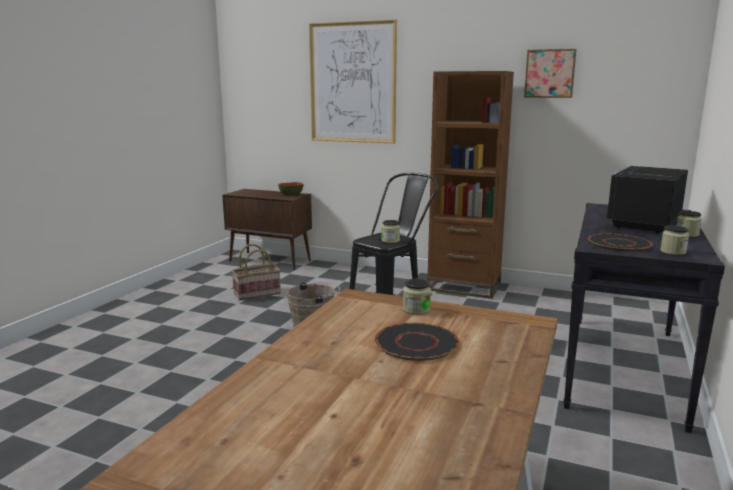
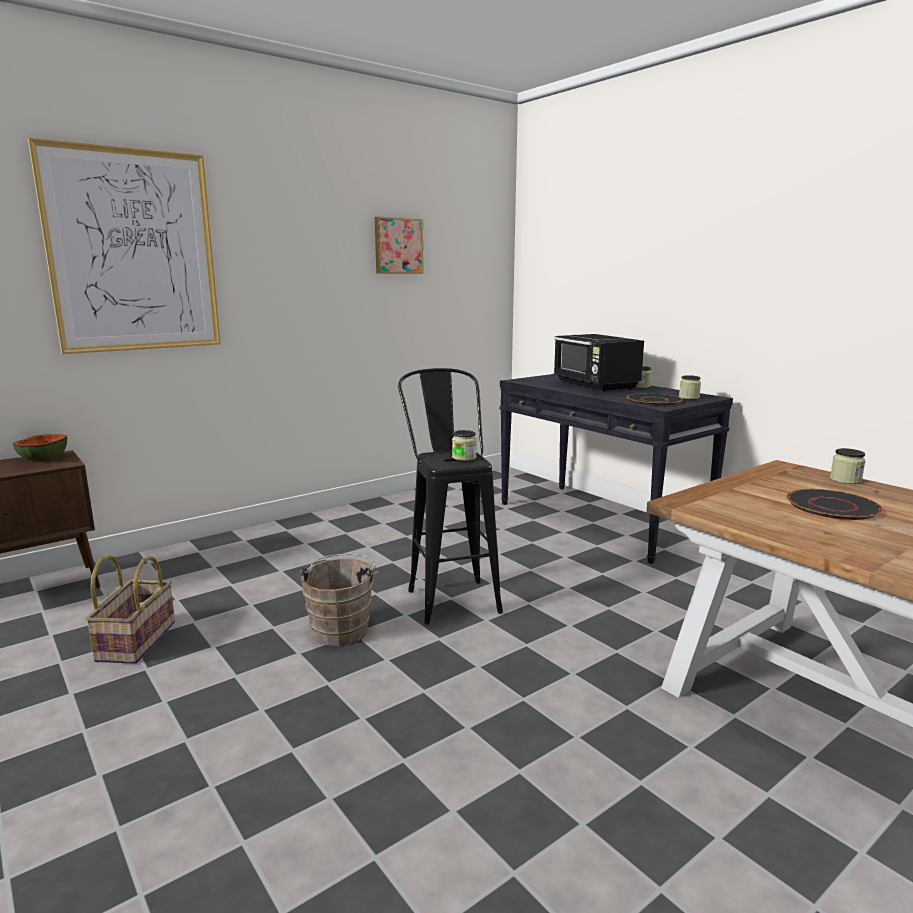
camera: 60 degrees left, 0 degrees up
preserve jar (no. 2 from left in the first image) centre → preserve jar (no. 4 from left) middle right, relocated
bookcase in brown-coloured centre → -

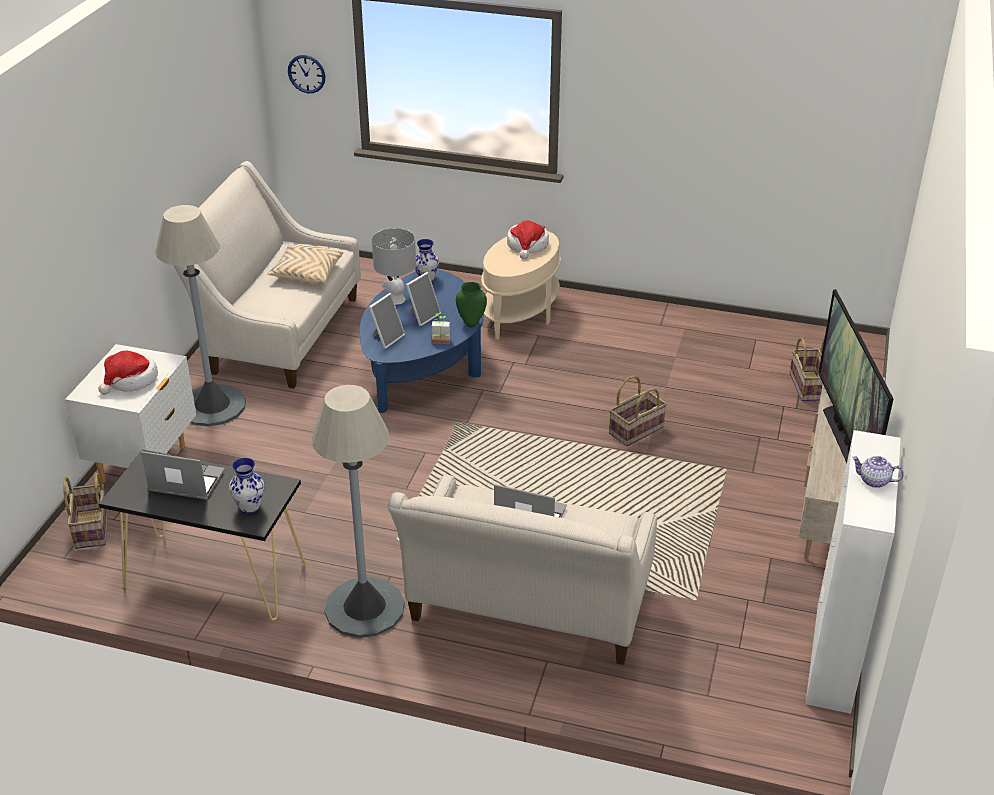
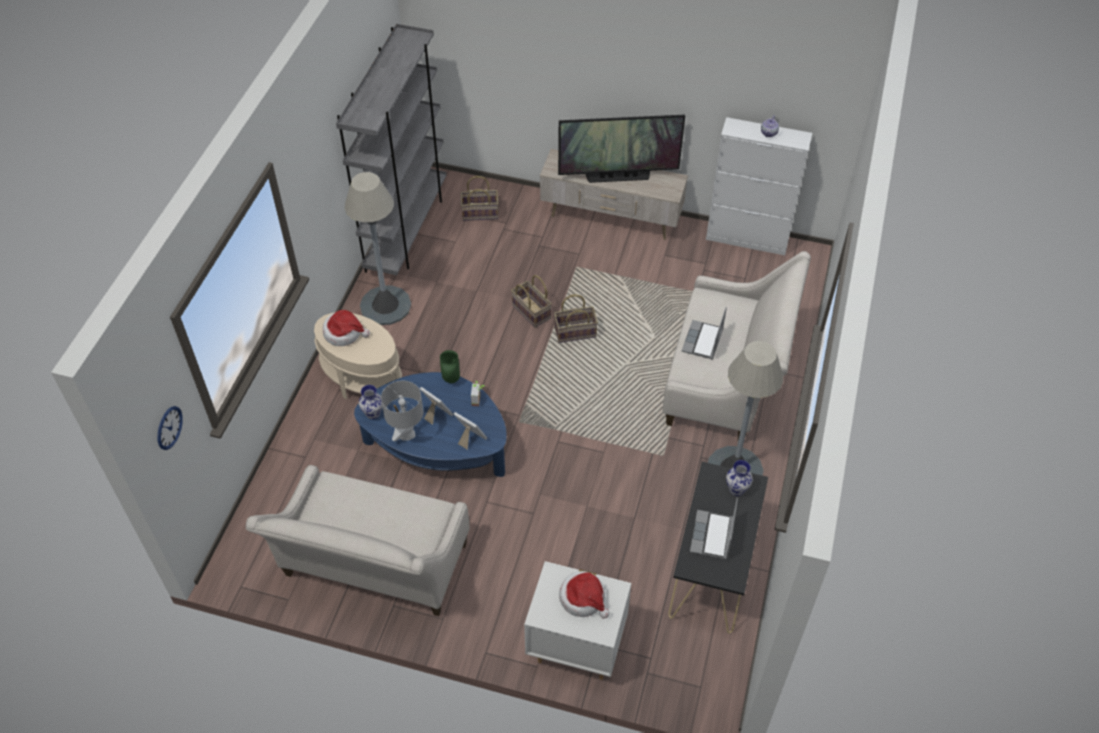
camera: 90 degrees left, 15 degrees up
- → bookcase in greyish top centre
floor lamp in greyish (no. 1 from left) middle left → floor lamp in greyish (no. 1 from left) centre, relocated
household basket (no. 1 from left in the first image) middle left → household basket (no. 3 from left) centre, relocated
throw pillow in beige top left → -

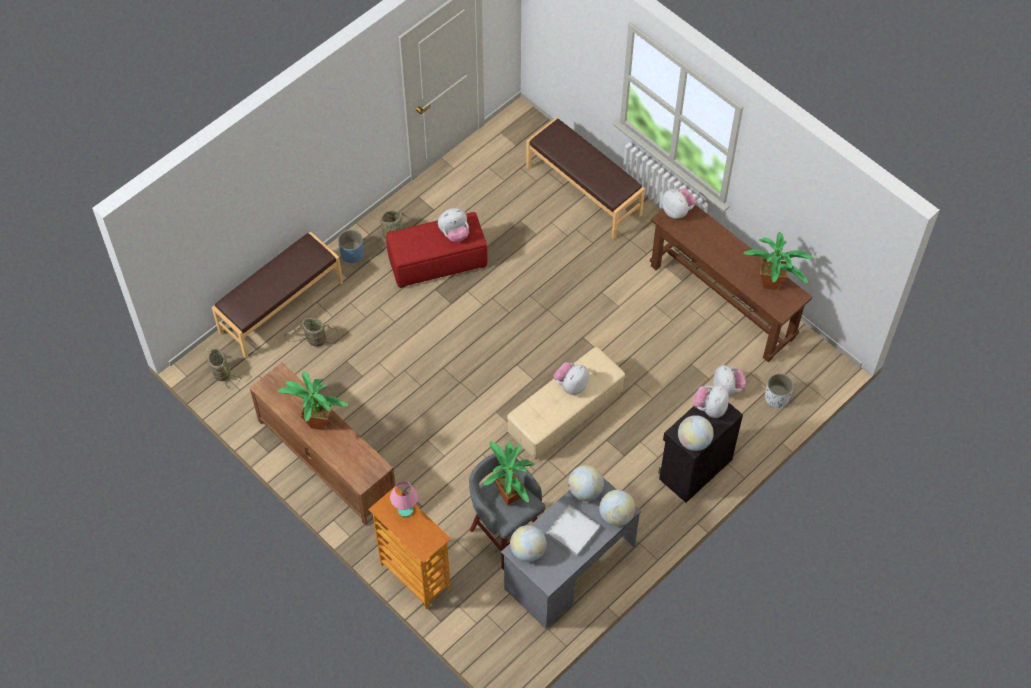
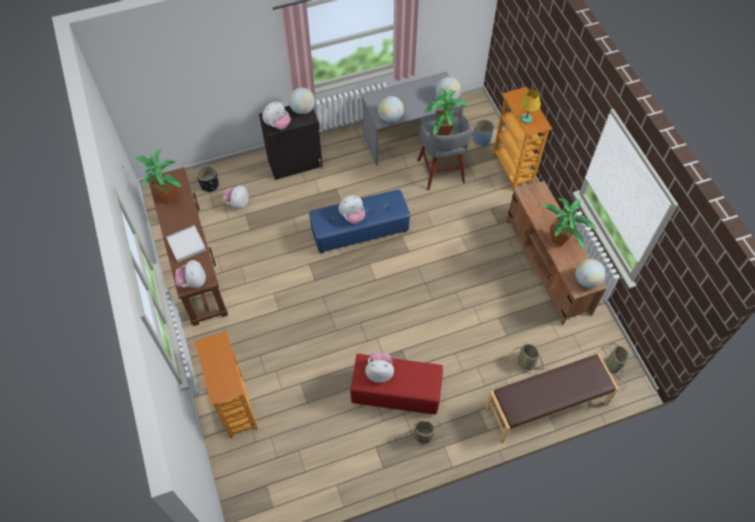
camera: 155 degrees left, 0 degrees up
serving tray in white bottom centre → serving tray in white middle left, relocated
bench in brown-coloured (no. 2 from left) top centre → bookcase (no. 1 from left) bottom left
planter in white middle right → planter in black middle left
ottoman in beige centre → ottoman in blue centre
planter in blue centre → planter in blue top centre, relocated
tabletop lamp in pink-coloured bottom centre → tabletop lamp in yellow-coloured top right
desk globe (no. 3 from left in the first image) bottom centre → desk globe (no. 4 from left) middle right, relocated

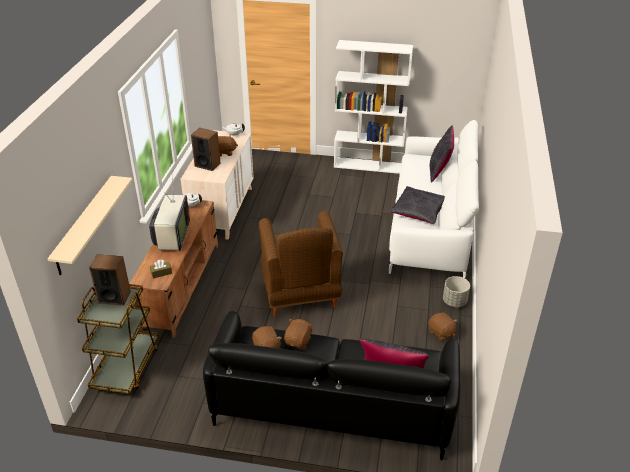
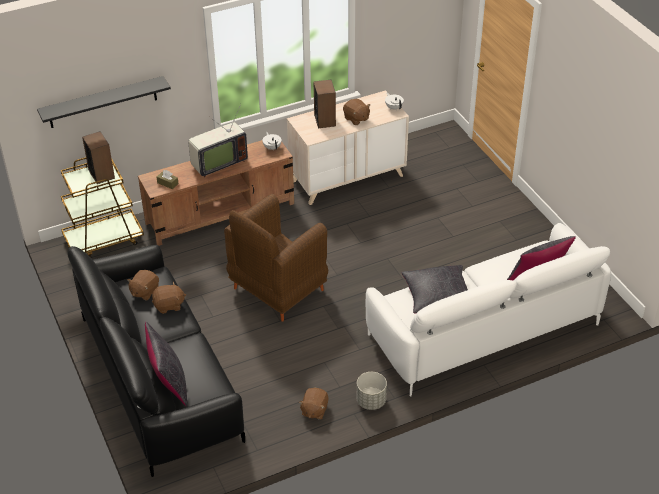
camera: 55 degrees right, 5 degrees up
bracket shelf in beige middle left → bracket shelf in black top left
bookcase in white top centre → -

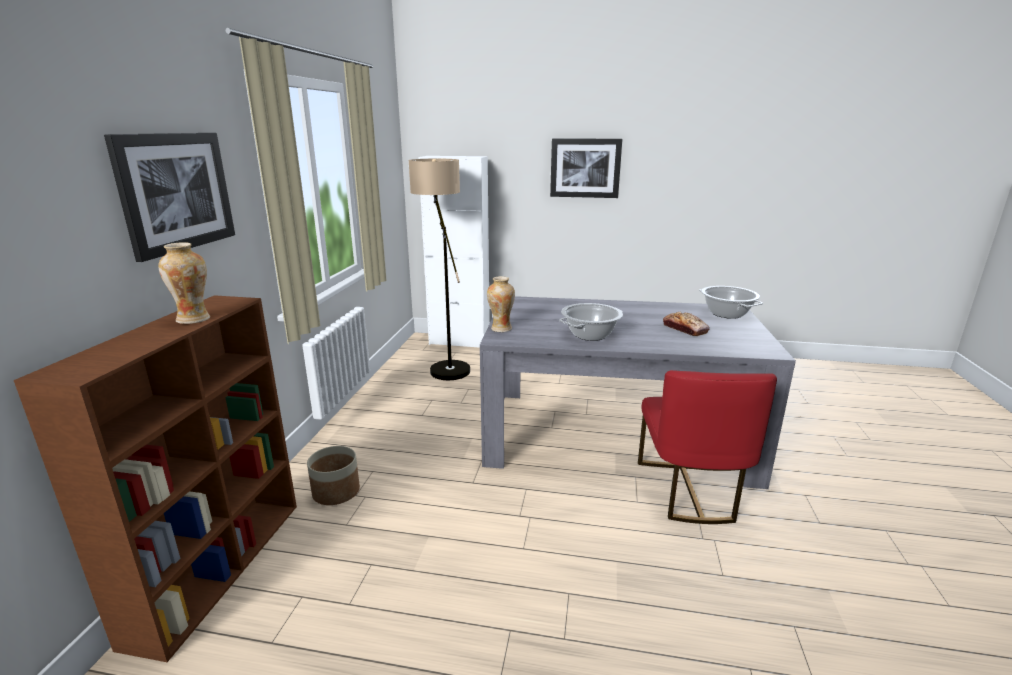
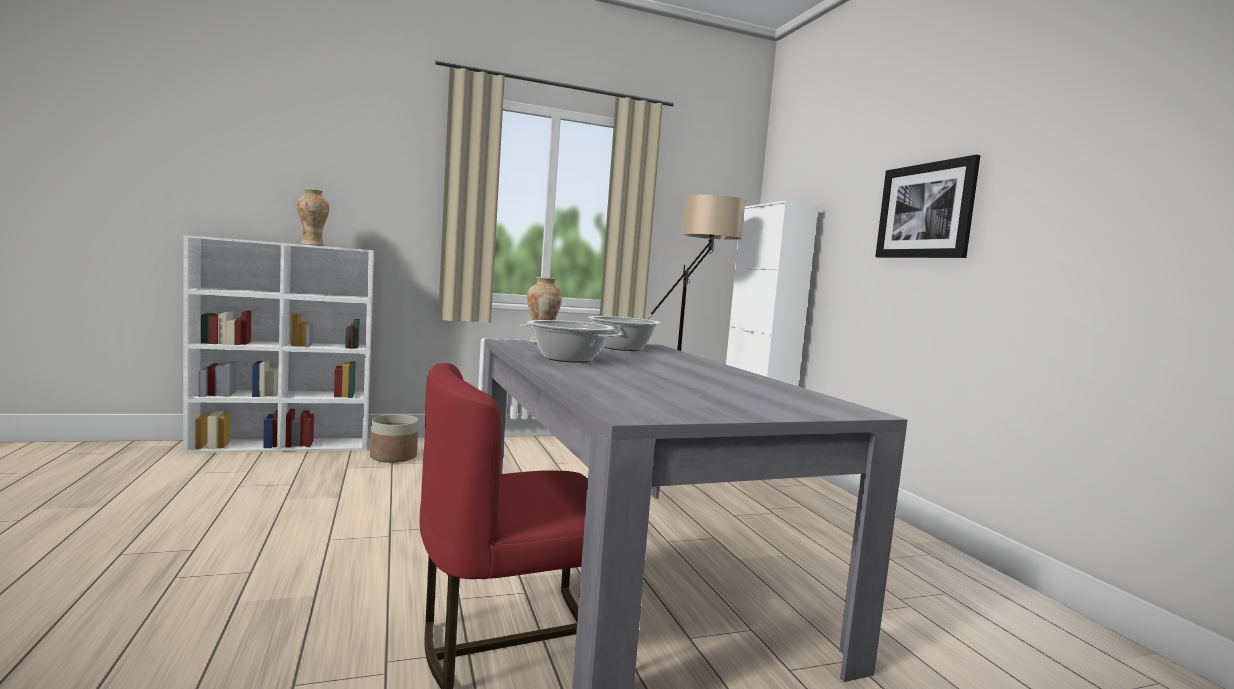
camera: 60 degrees right, 15 degrees down
bookcase in brown-coloured bottom left → bookcase in white middle left
stockpot (no. 2 from left) middle right → stockpot (no. 2 from left) centre, relocated
picture (no. 1 from left) top left → -
baked bread middle right → -

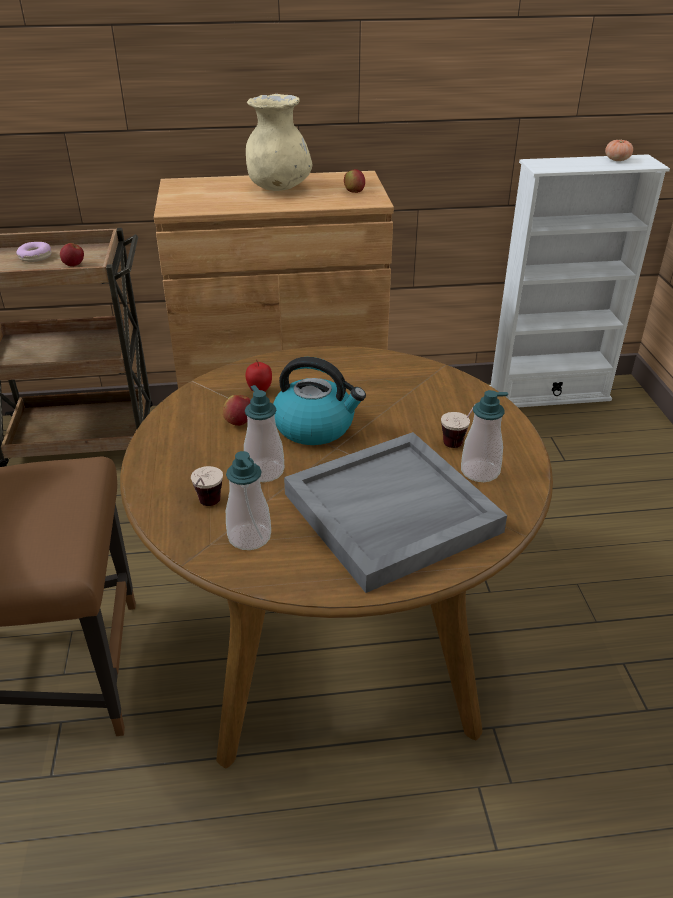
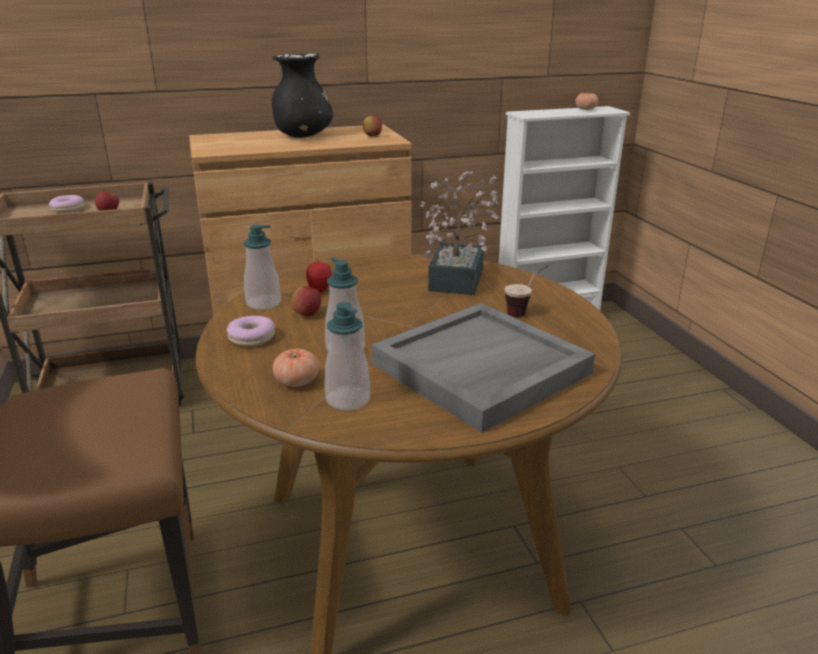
camera: 10 degrees left, 10 degrees down
- → doughnut (no. 2 from left) middle left
liquid soap bottle (no. 3 from left in the first image) middle right → liquid soap bottle (no. 1 from left) middle left, relocated
decorative vase in beige top centre → decorative vase in black top centre
cup (no. 1 from left) middle left → fresh tomato (no. 1 from left) centre
- → potted plant centre
tea kettle centre → -

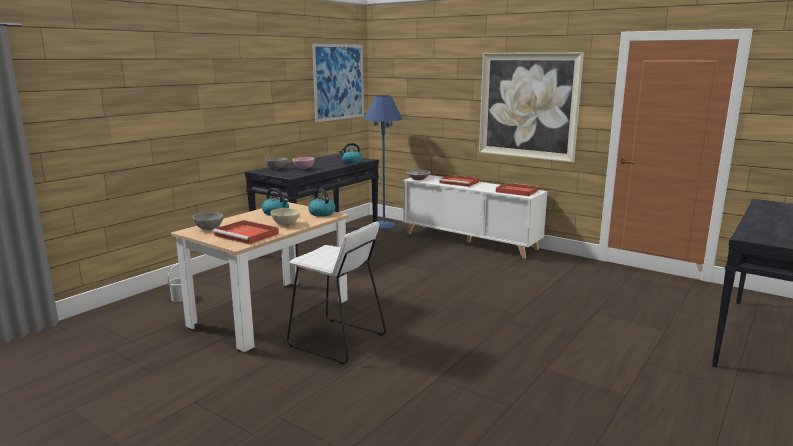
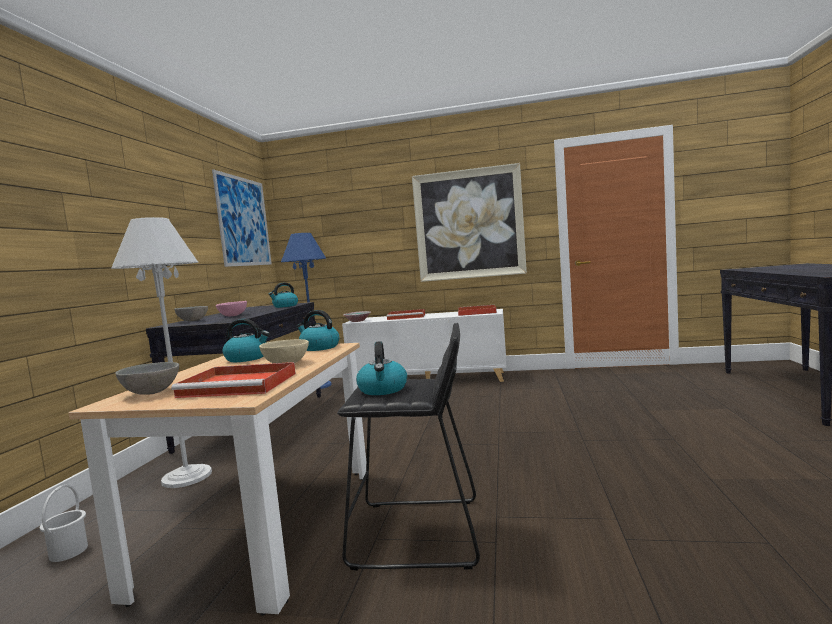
camera: 25 degrees left, 10 degrees down
- → floor lamp in white middle left
stool seat in white centre → stool seat in black bottom centre
- → tea kettle (no. 4 from left) centre

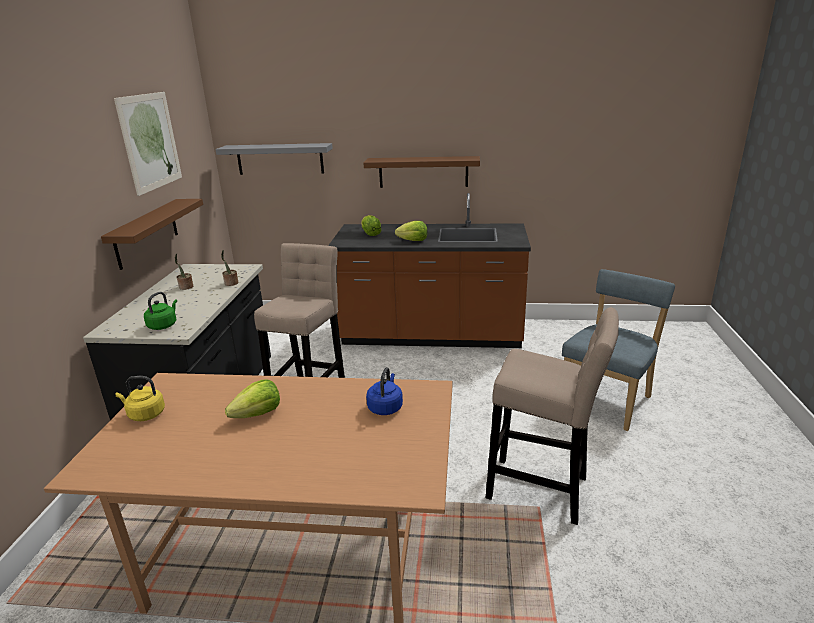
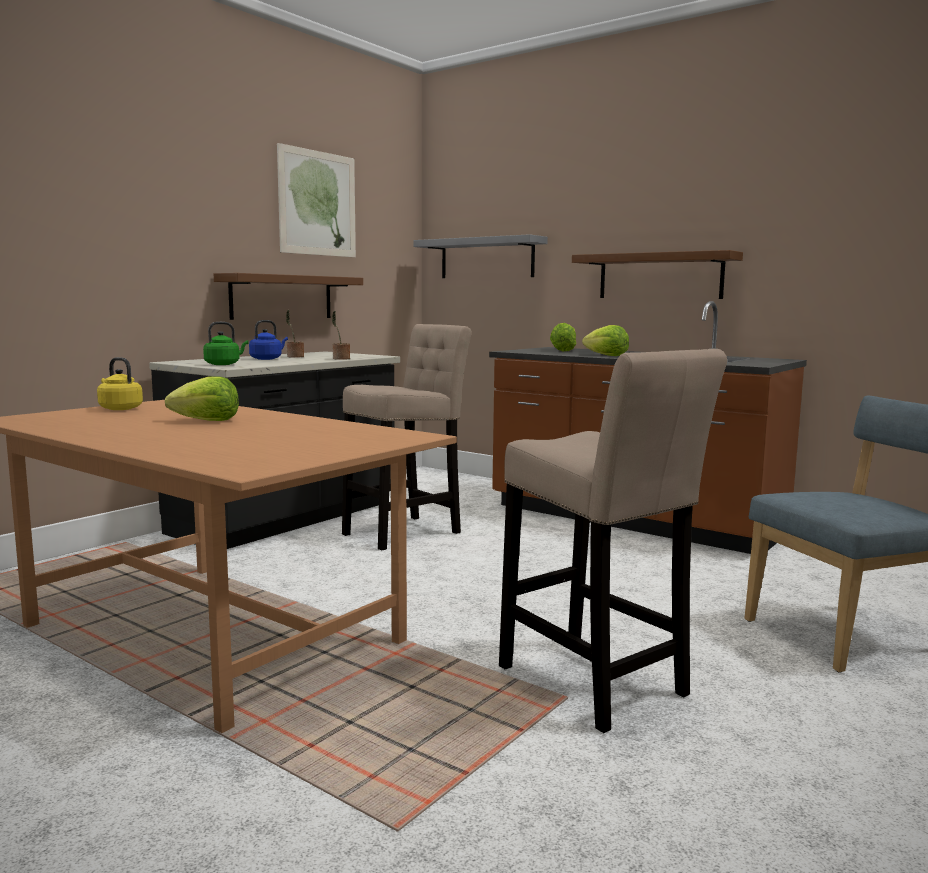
camera: 30 degrees right, 15 degrees down
tea kettle in blue centre → tea kettle in blue middle left, relocated

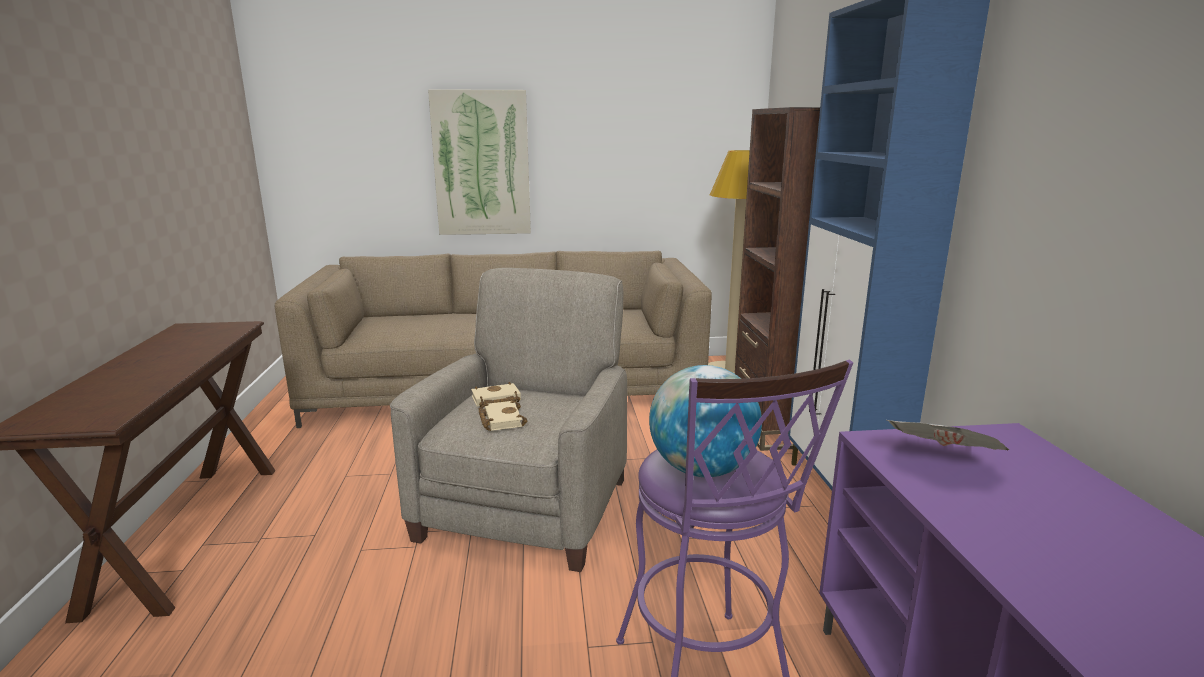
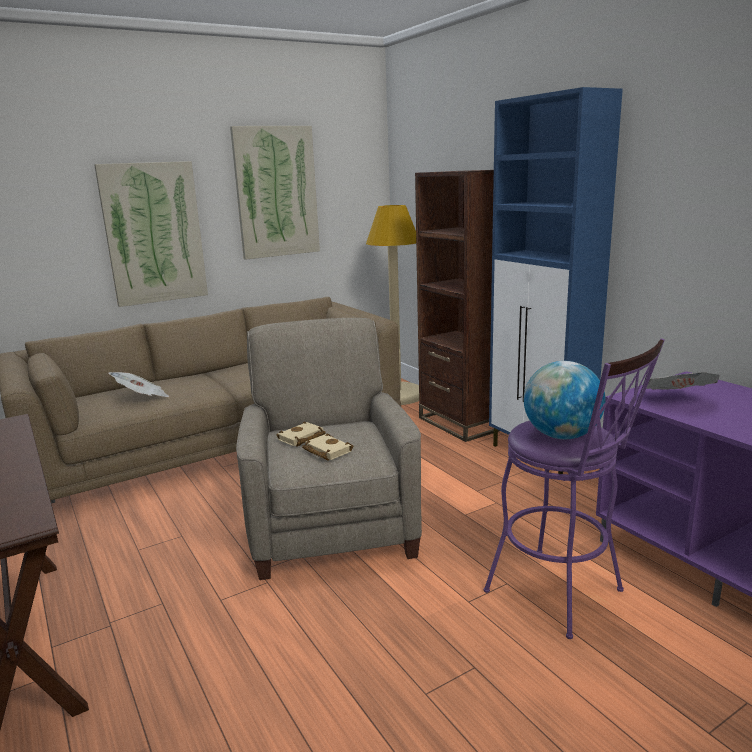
camera: 25 degrees left, 0 degrees up
- → printed paper (no. 1 from left) middle left
- → picture (no. 2 from left) top centre

